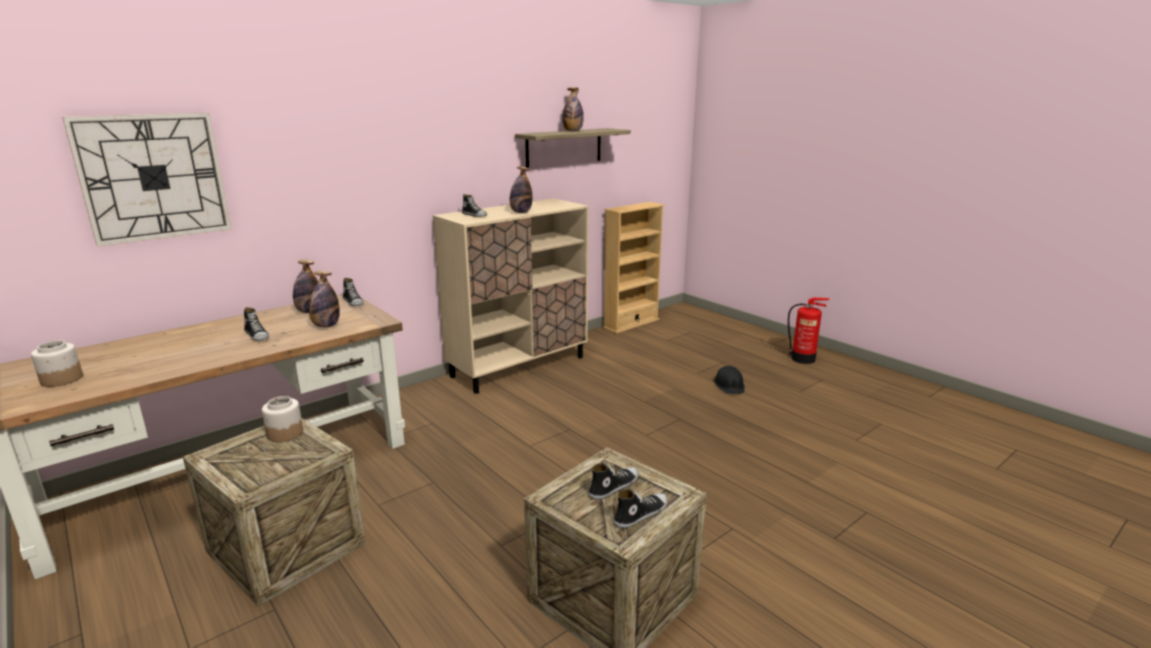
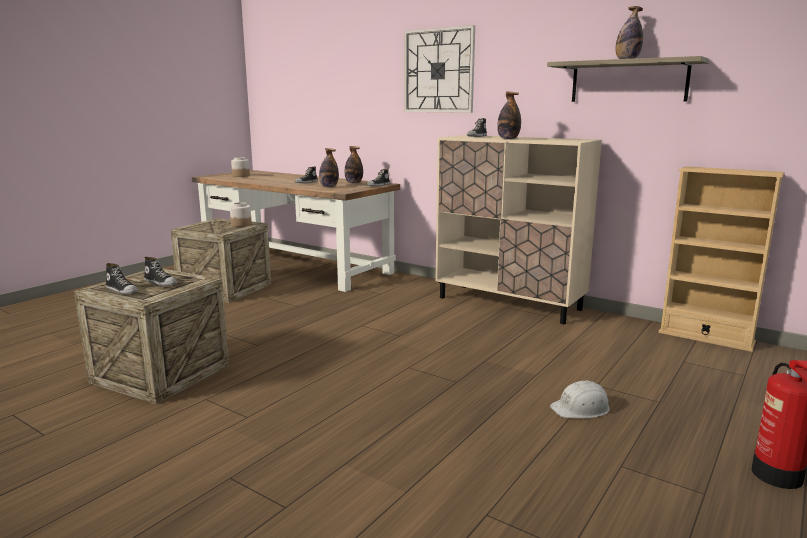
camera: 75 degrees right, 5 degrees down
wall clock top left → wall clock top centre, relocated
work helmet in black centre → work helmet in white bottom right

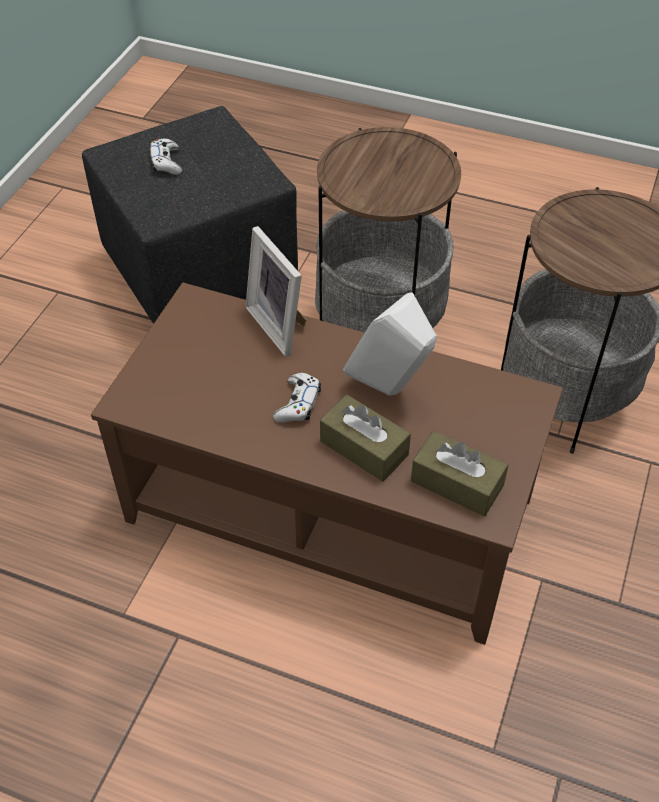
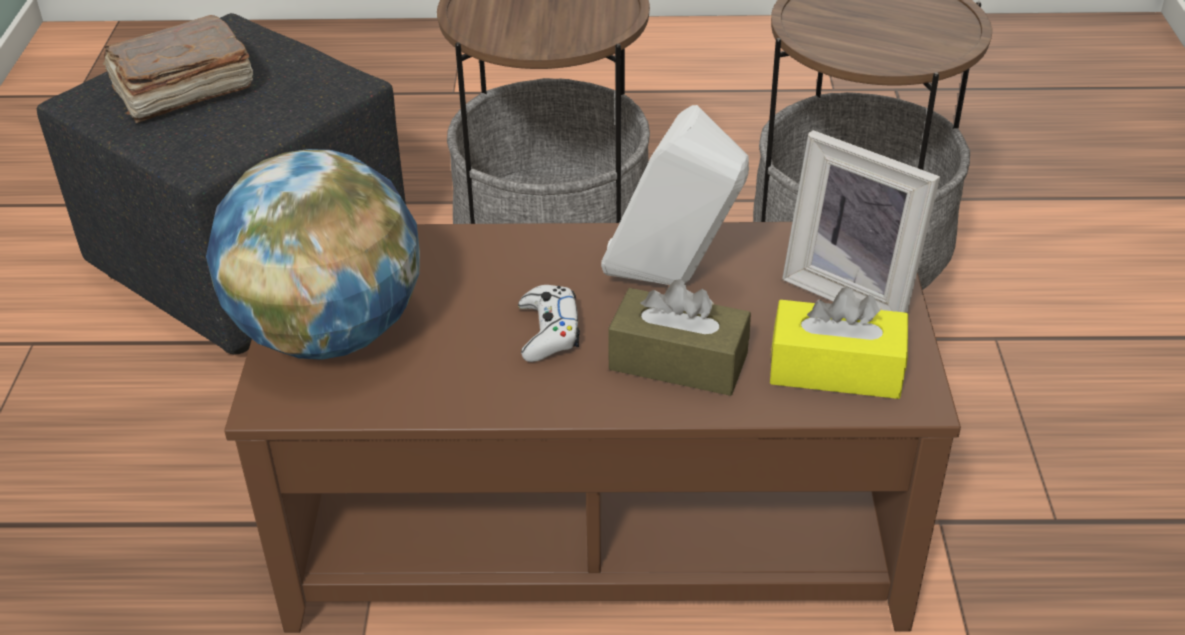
camera: 20 degrees left, 10 degrees down
gamepad in white (no. 1 from left) top left → volume in brown-coloured top left
- → desk globe middle left
tissue box in brown-coloured (no. 2 from left) middle right → tissue box in yellow-coloured middle right
photo frame centre → photo frame middle right, relocated

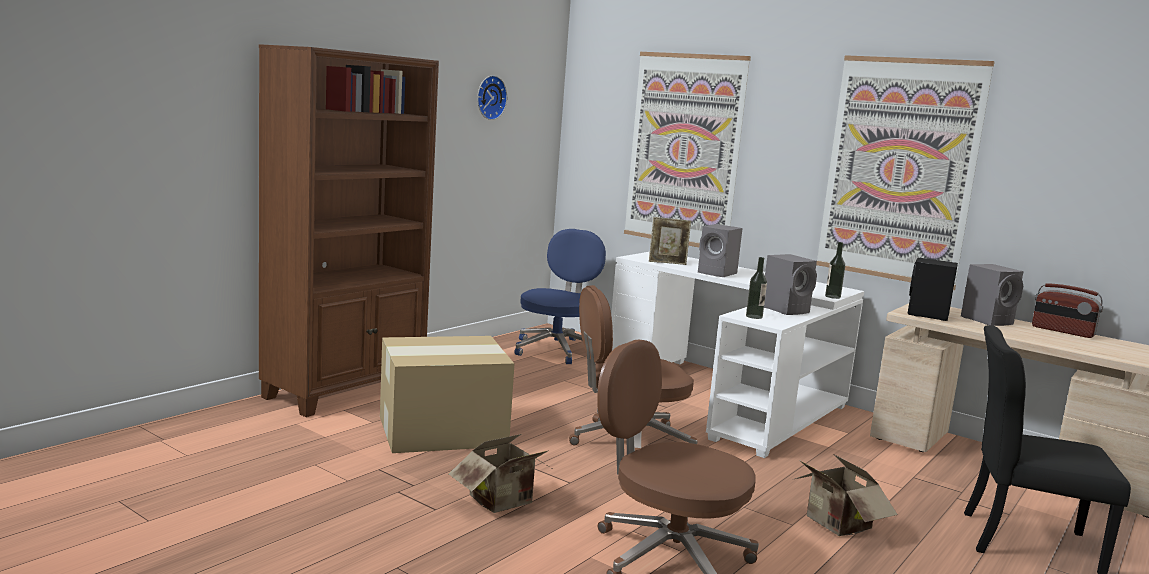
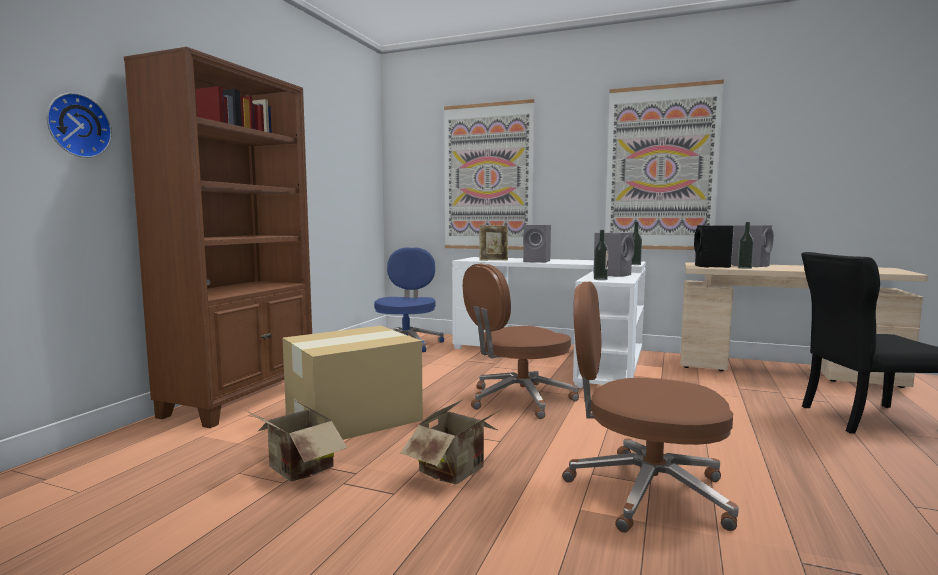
camera: 15 degrees left, 5 degrees down
wall clock top centre → wall clock top left, relocated
cardboard box (no. 3 from left in the first image) bottom right → cardboard box (no. 1 from left) bottom left, relocated
- → beverage bottle (no. 3 from left) middle right
radio middle right → -

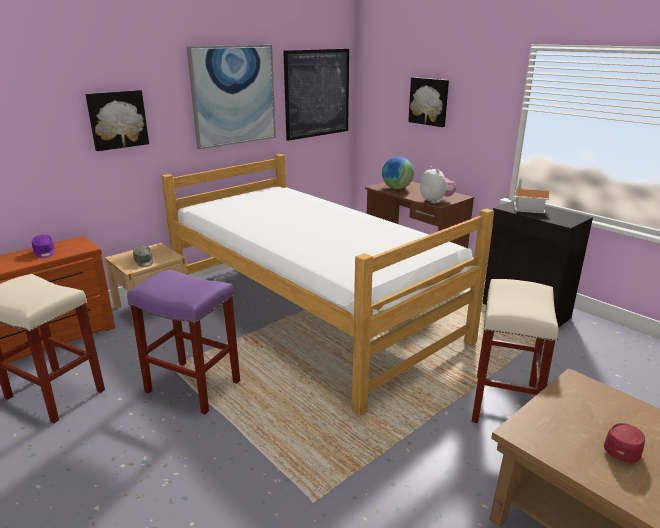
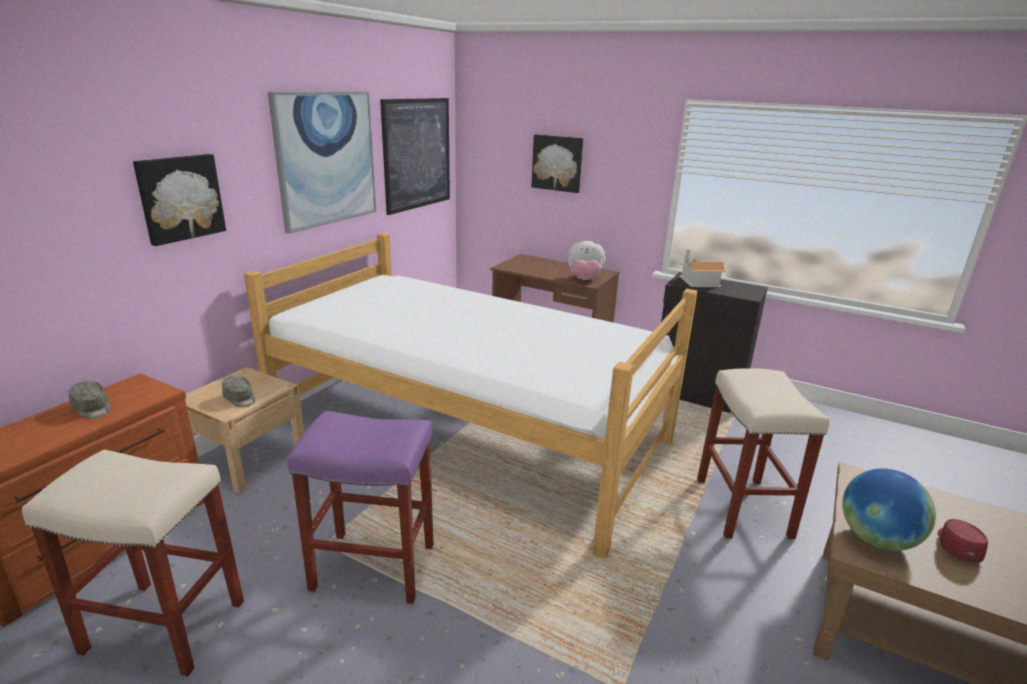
camera: 20 degrees left, 0 degrees up
cap in purple-coloured middle left → cap in greyish (no. 1 from left) middle left
cuddly toy centre, 135 degrees clockwise
desk globe top centre → desk globe bottom right, relocated

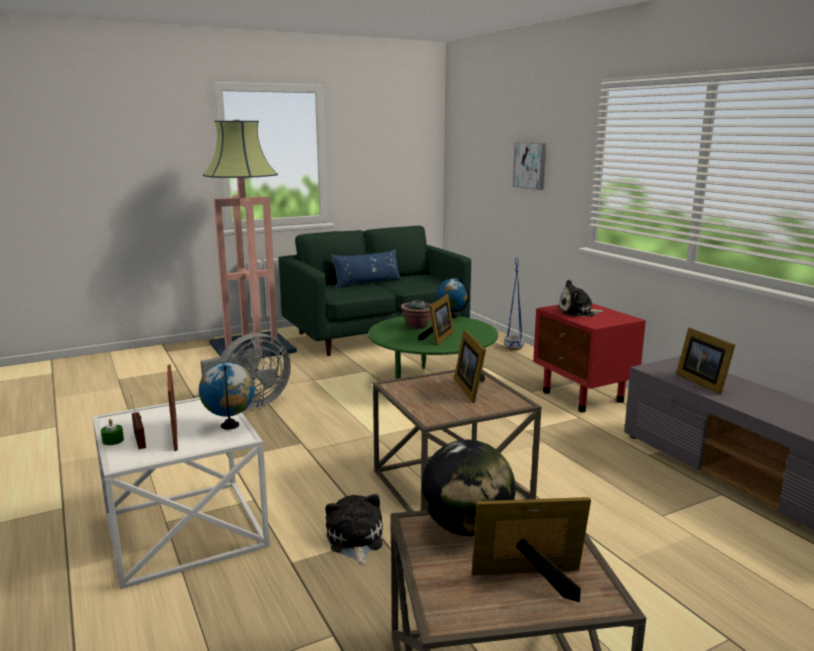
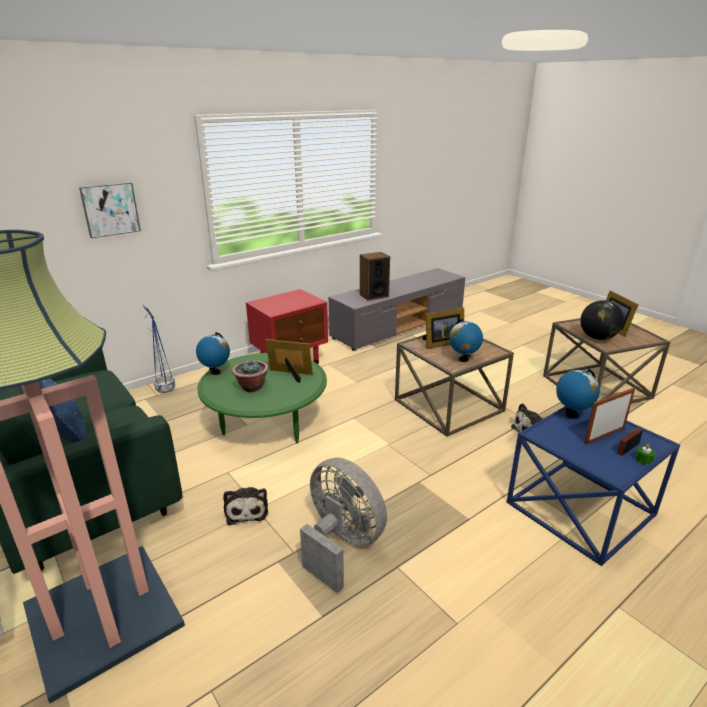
camera: 100 degrees left, 10 degrees up
cuddly toy (no. 2 from left in the first image) middle right → cuddly toy (no. 1 from left) bottom centre, relocated
photo frame (no. 5 from left) middle right → audio speaker centre
- → desk globe (no. 2 from left) centre
side table in white bottom left → side table in blue bottom right

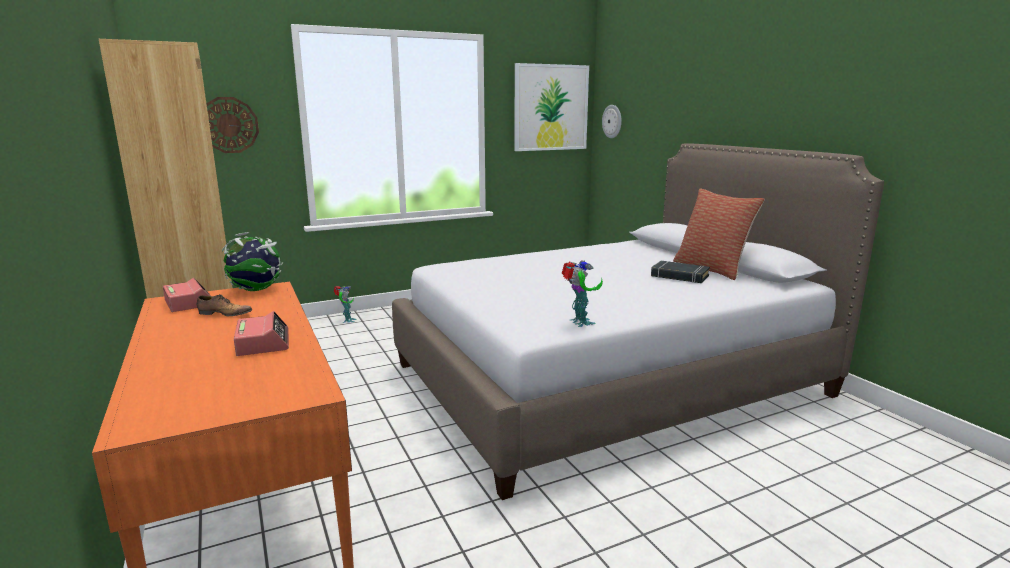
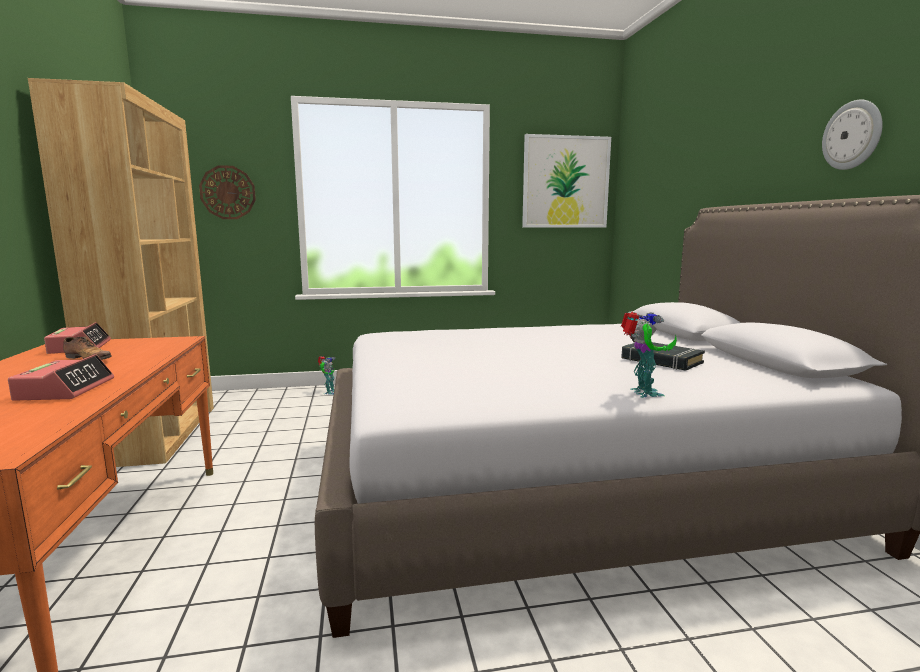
camera: 15 degrees right, 5 degrees down
toy robot (no. 2 from left) centre → toy robot (no. 2 from left) middle right, relocated
wall clock (no. 2 from left) top centre → wall clock (no. 2 from left) top right, relocated
desk globe middle left → -
throw pillow middle right → -

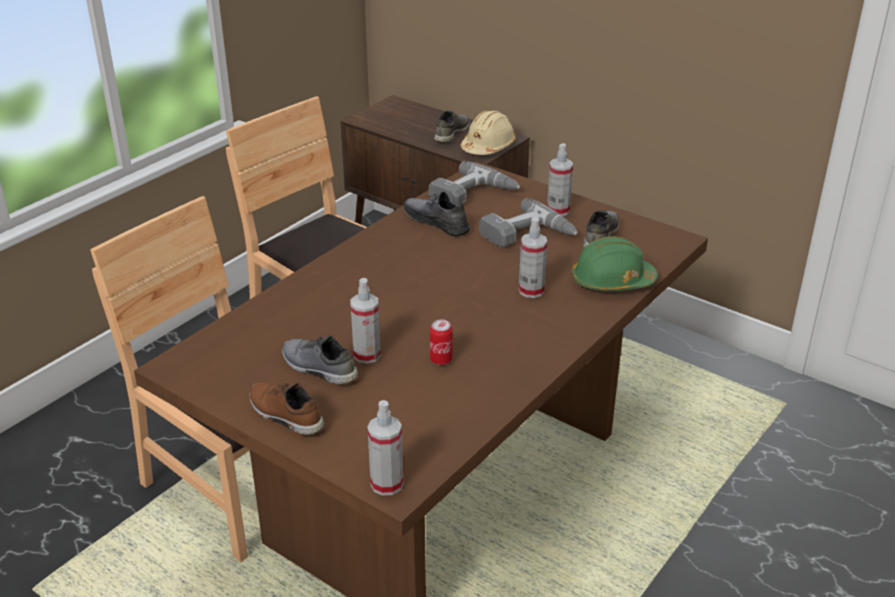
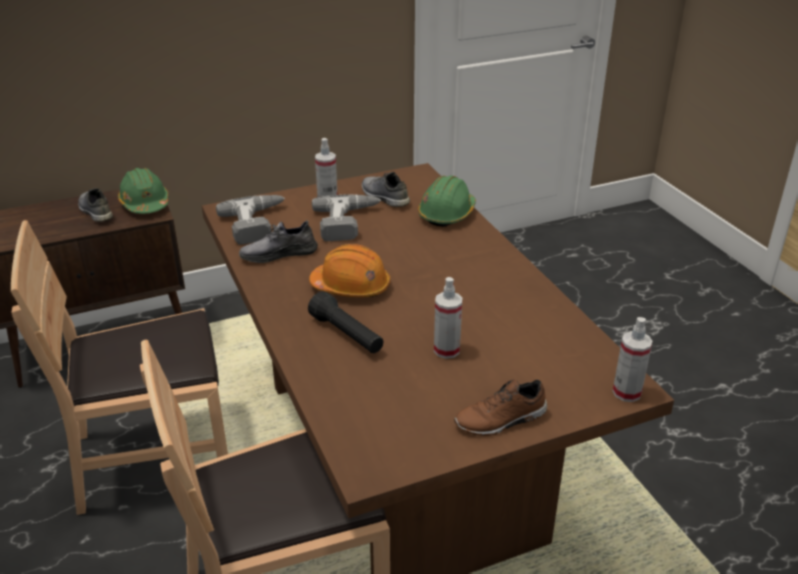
camera: 60 degrees left, 0 degrees up
work helmet in beige top centre → work helmet in green (no. 1 from left) top left
- → flashlight in black centre
- → work helmet in orangey centre
shoe in greyish (no. 1 from left) centre → -
can centre → -
hand sprayer (no. 3 from left) centre → -

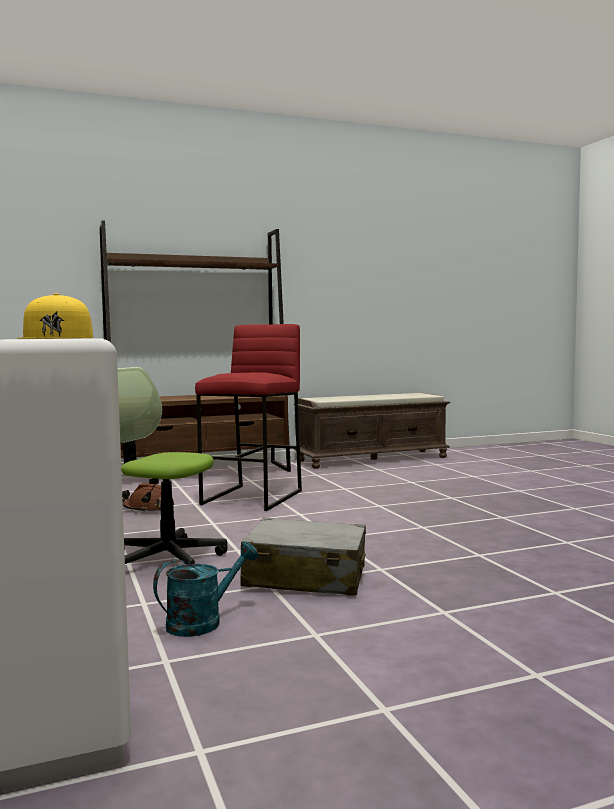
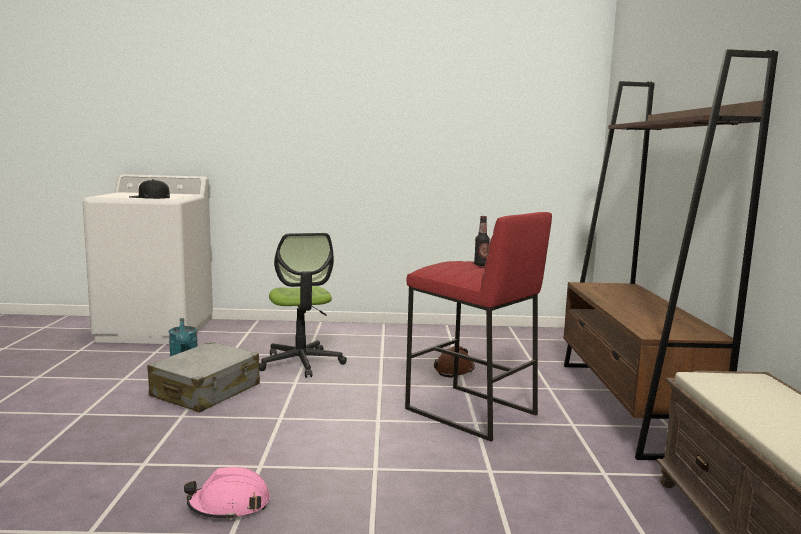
camera: 110 degrees right, 5 degrees up
cap in yellow-coloured middle left → cap in black middle left
- → work helmet in pink-coloured bottom left
computer chair middle left → computer chair centre, 120 degrees clockwise
- → beverage bottle centre

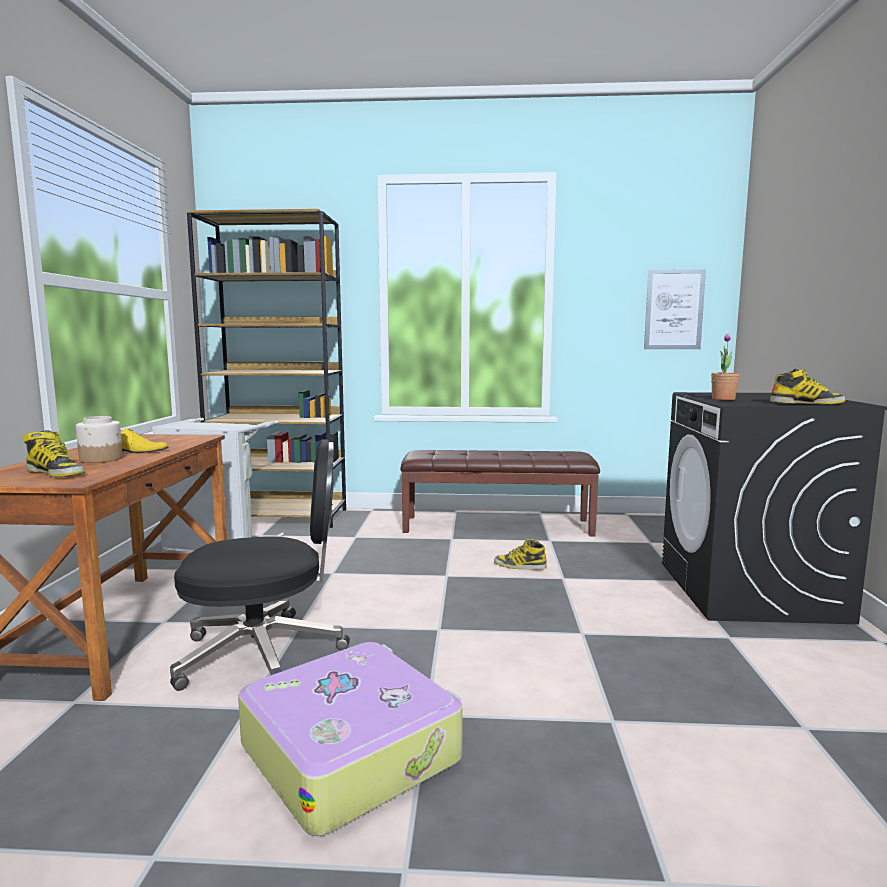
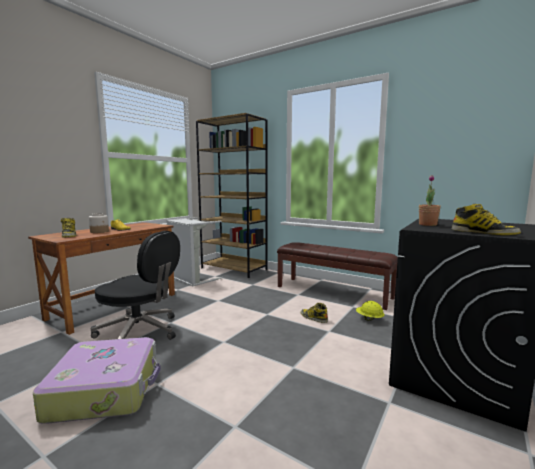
camera: 30 degrees right, 0 degrees up
- → work helmet in yellow-coloured middle right
picture middle right → -

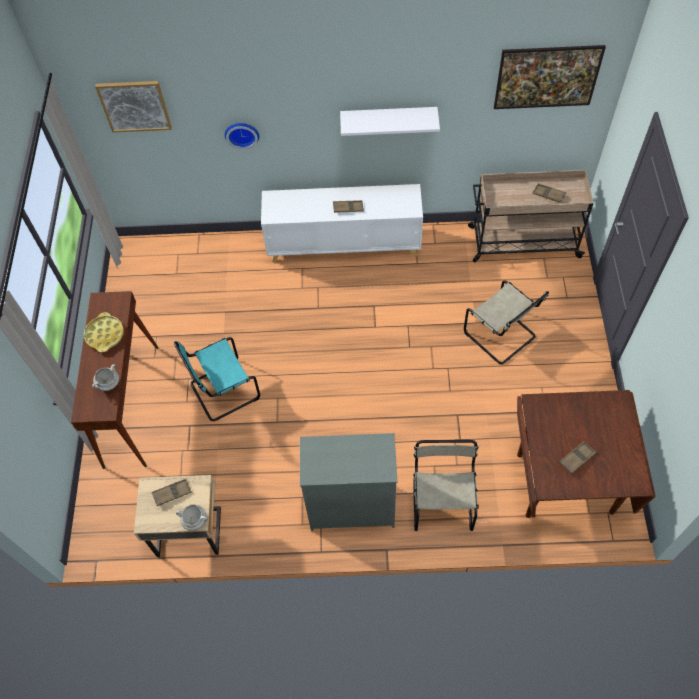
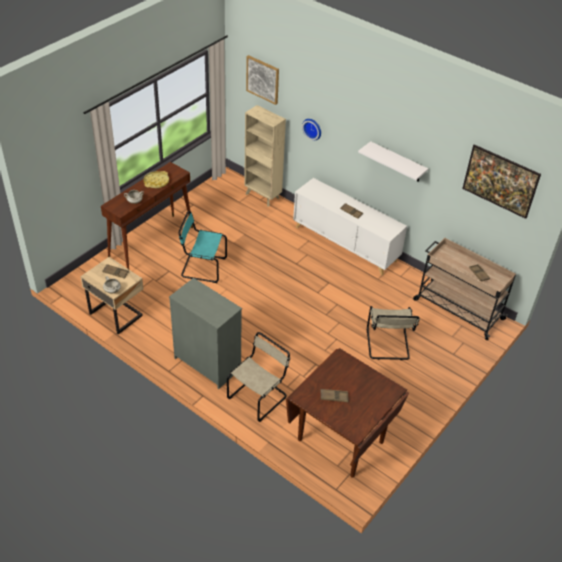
camera: 35 degrees right, 15 degrees down
- → bookcase in beige top centre

